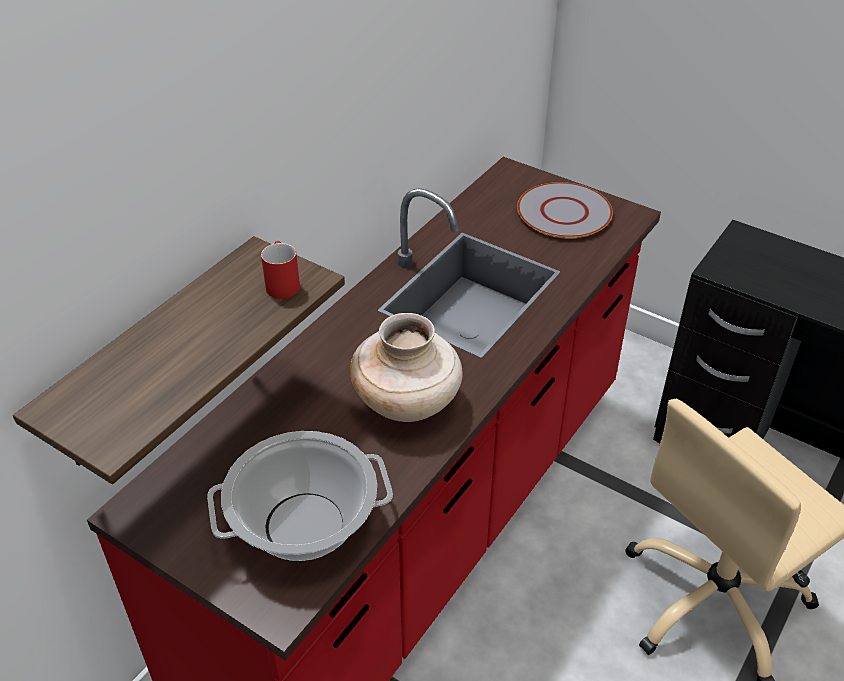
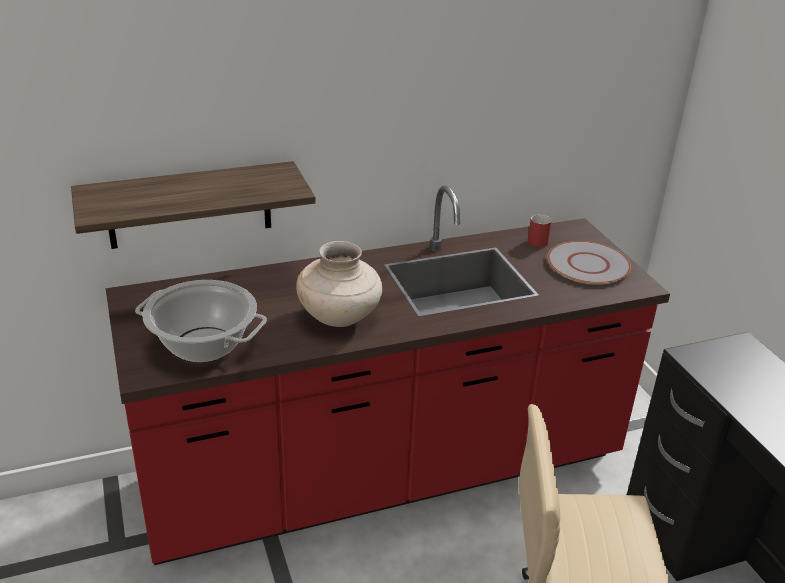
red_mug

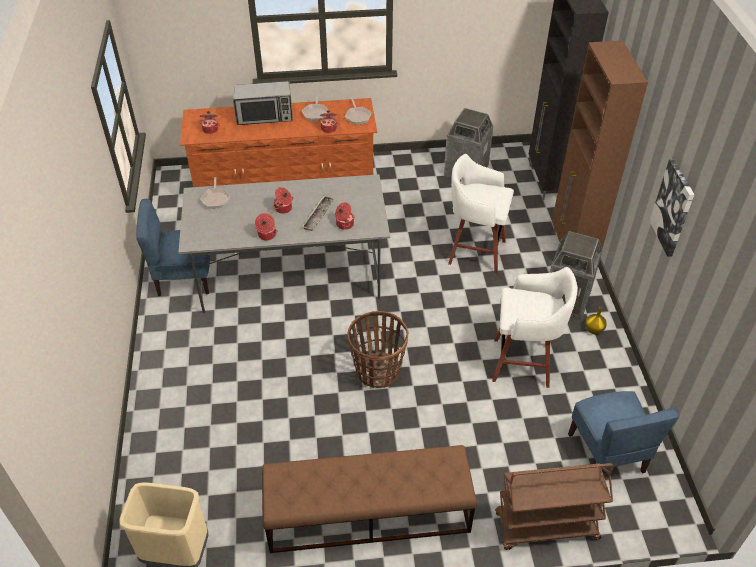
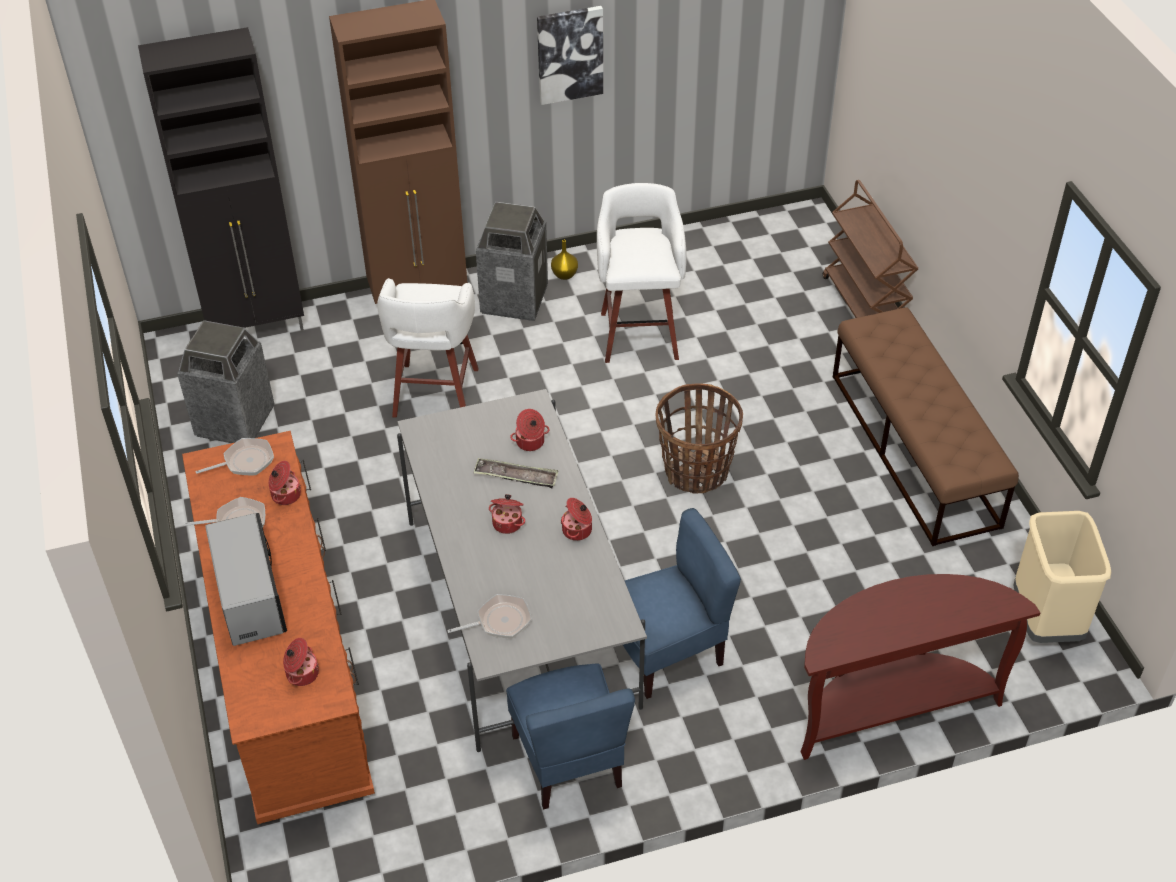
brown_console_table; blue_chair (2nd from left)

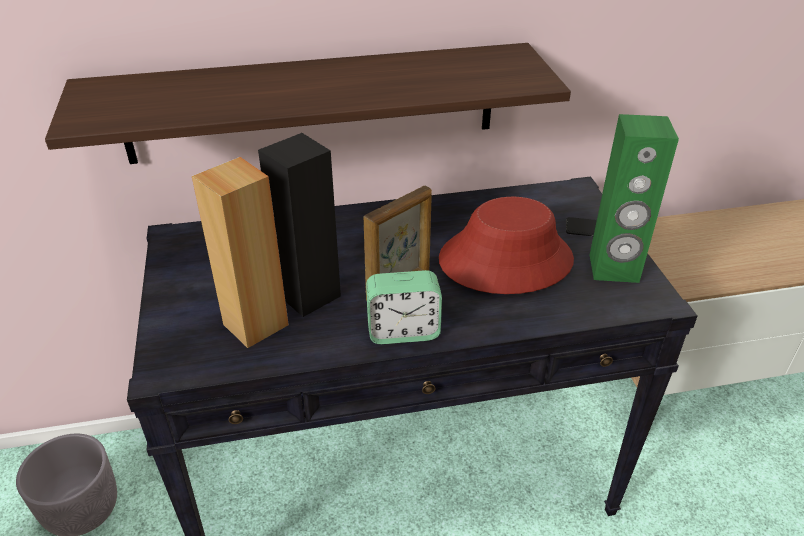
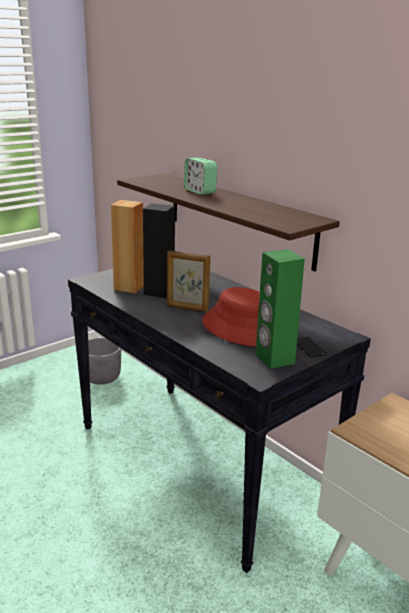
alarm_clock

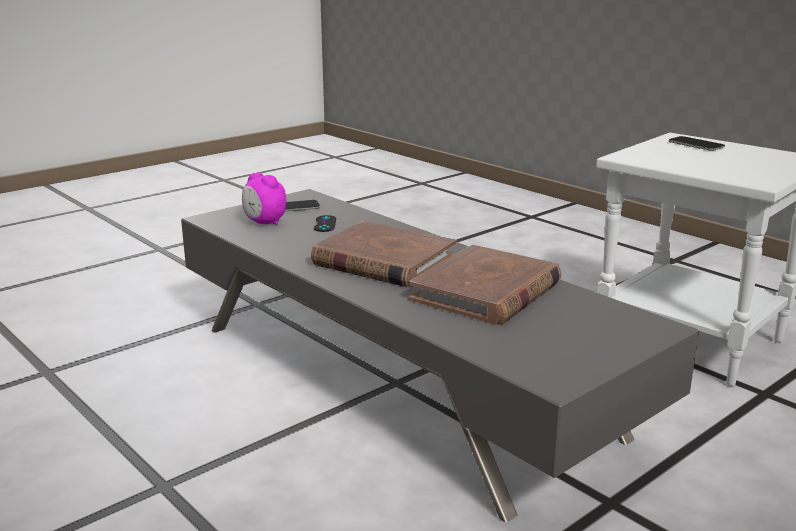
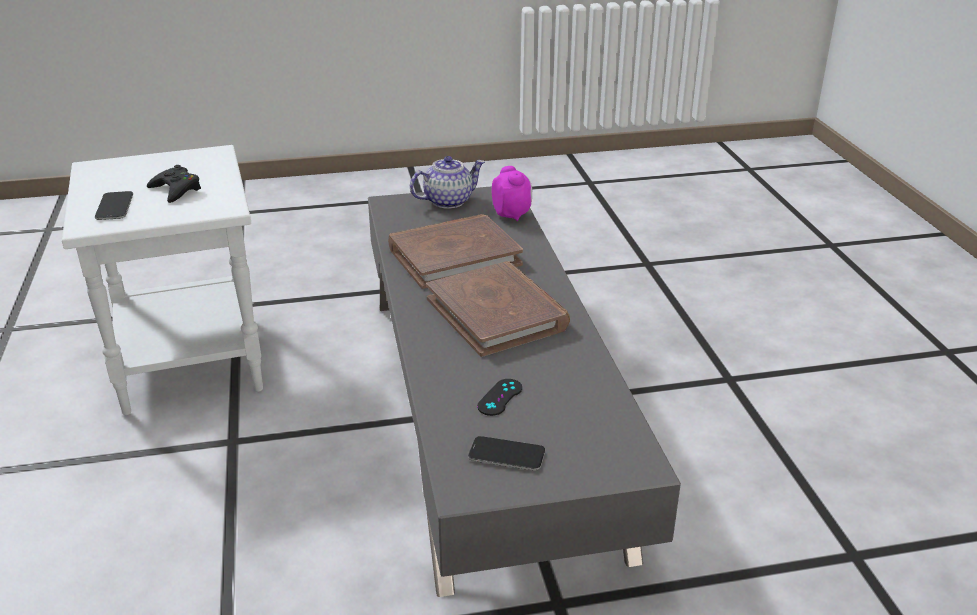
black_game_controller (1st from left); teapot; alarm_clock

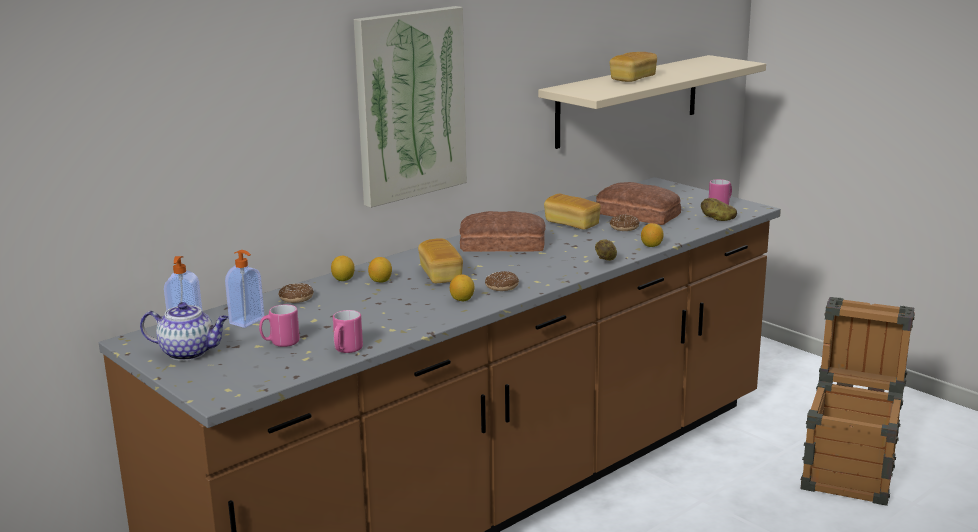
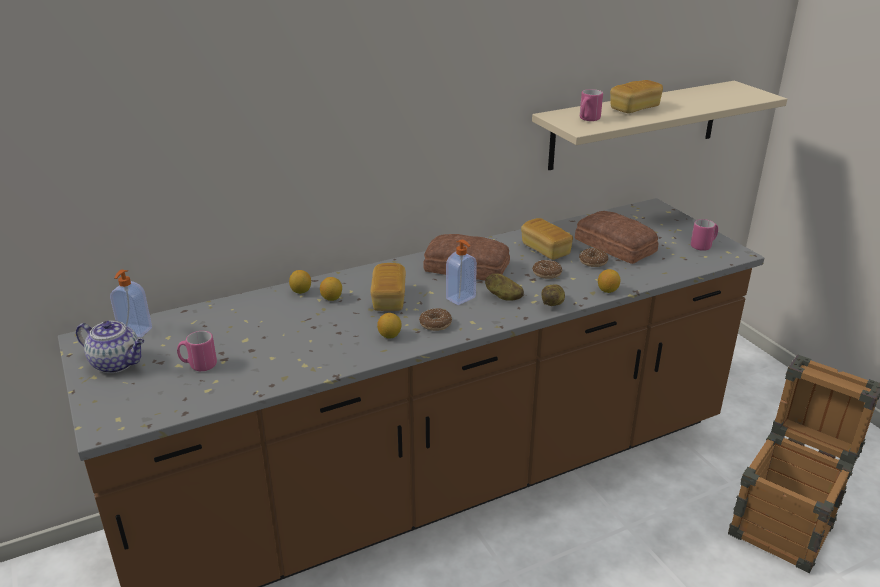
picture; soap_dispenser (2nd from left); donut (2nd from left); pink_mug (2nd from left); potato (1st from left)

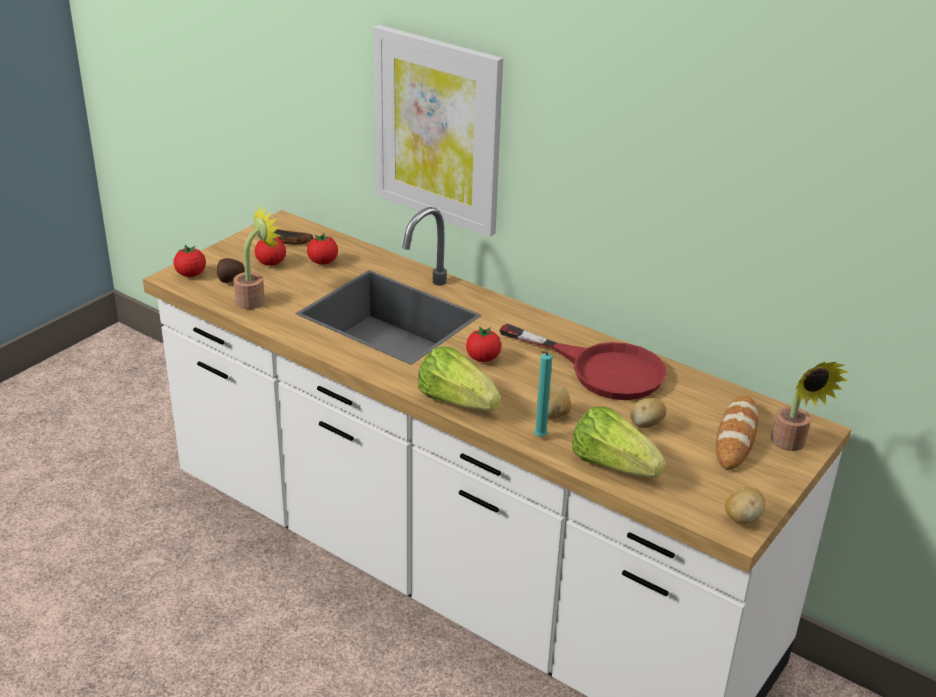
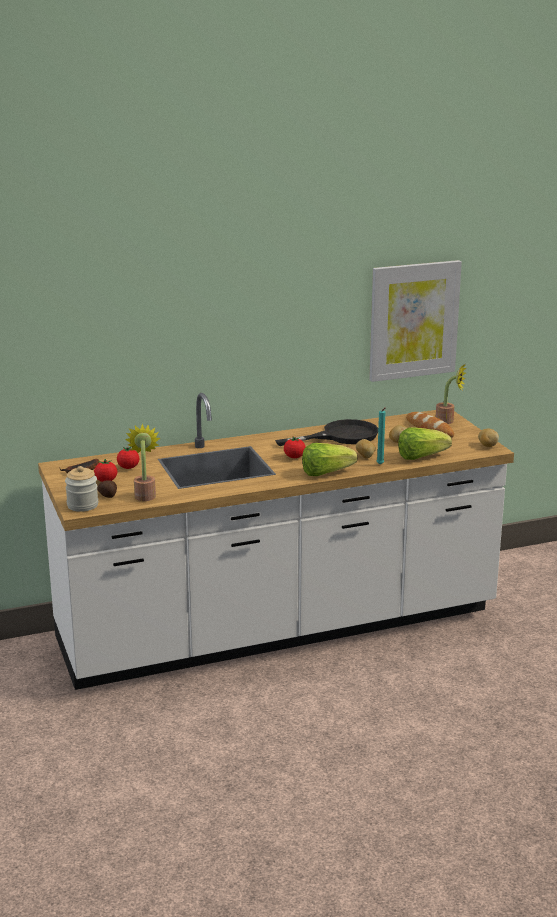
picture; jar; black_frying_pan

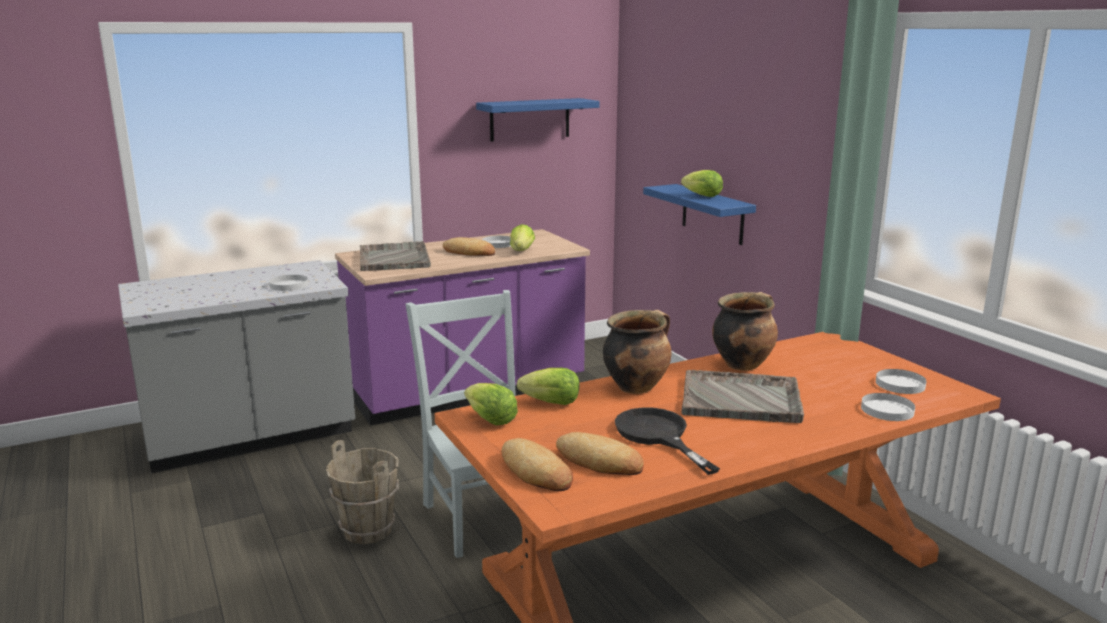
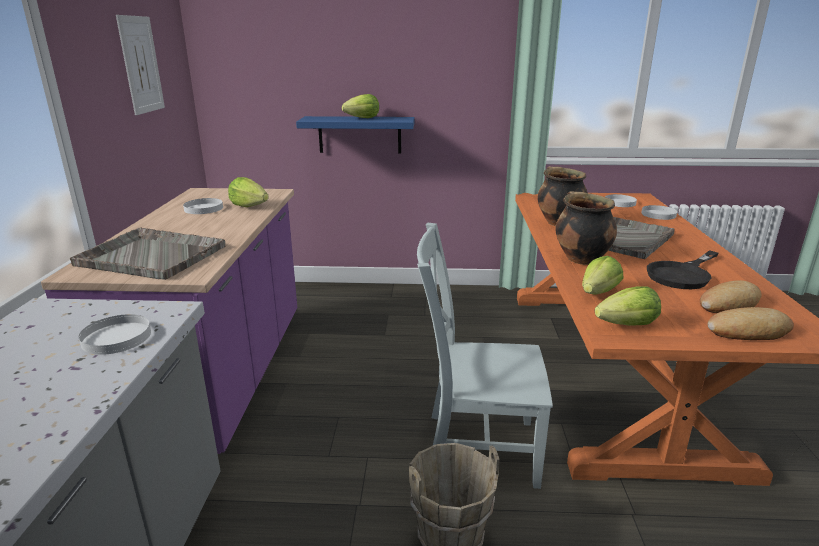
bread (1st from left in the first image); picture; black_frying_pan

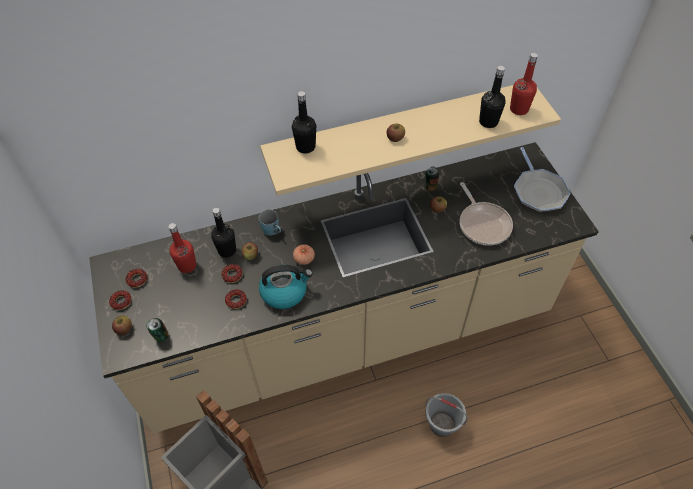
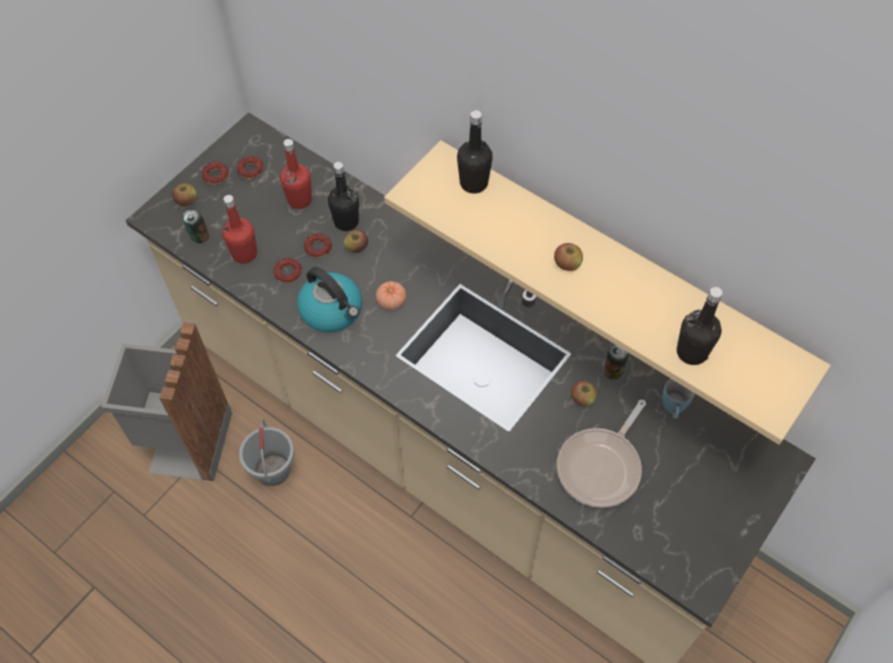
frying_pan (2nd from left in the first image); blue_mug; grey_bucket; red_bottle (1st from left)

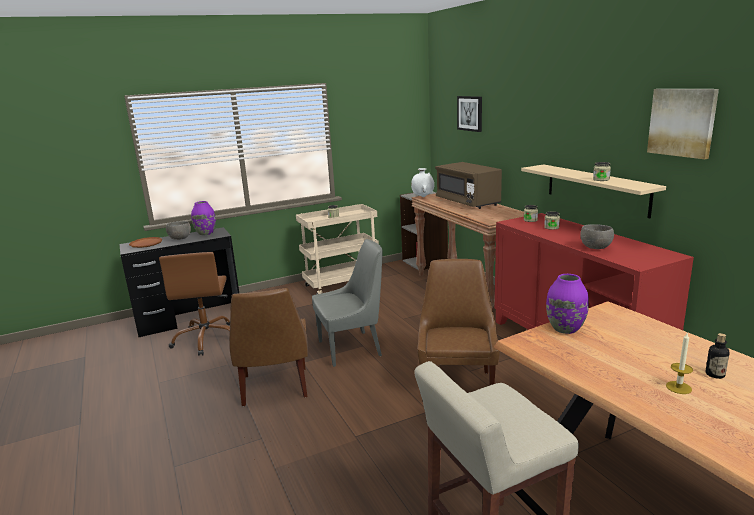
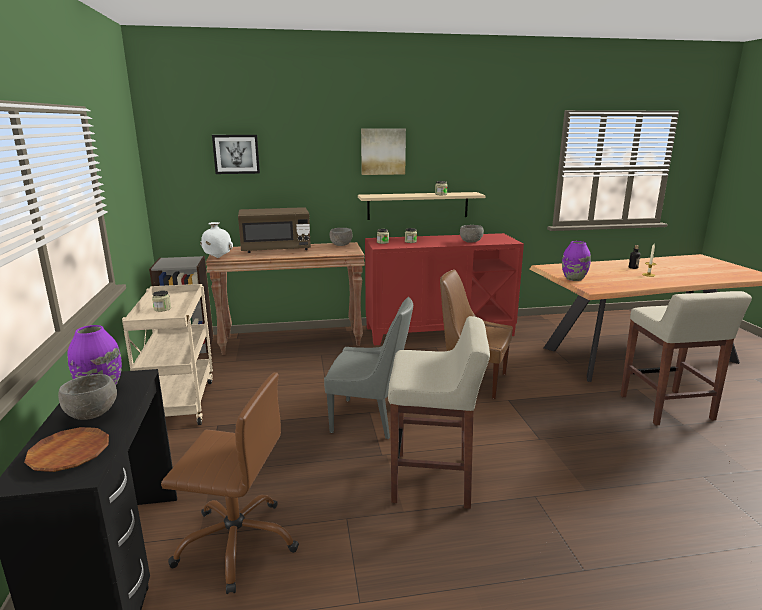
grey_bowl (2nd from left); picture (2nd from left); beige_stool (1st from left); grey_chair

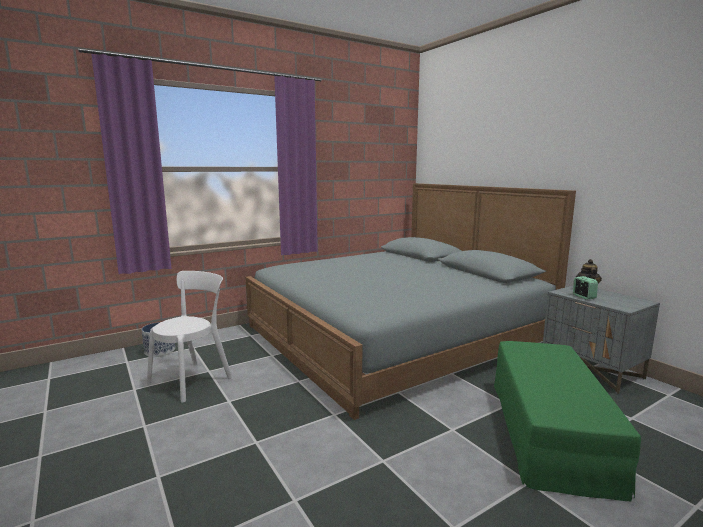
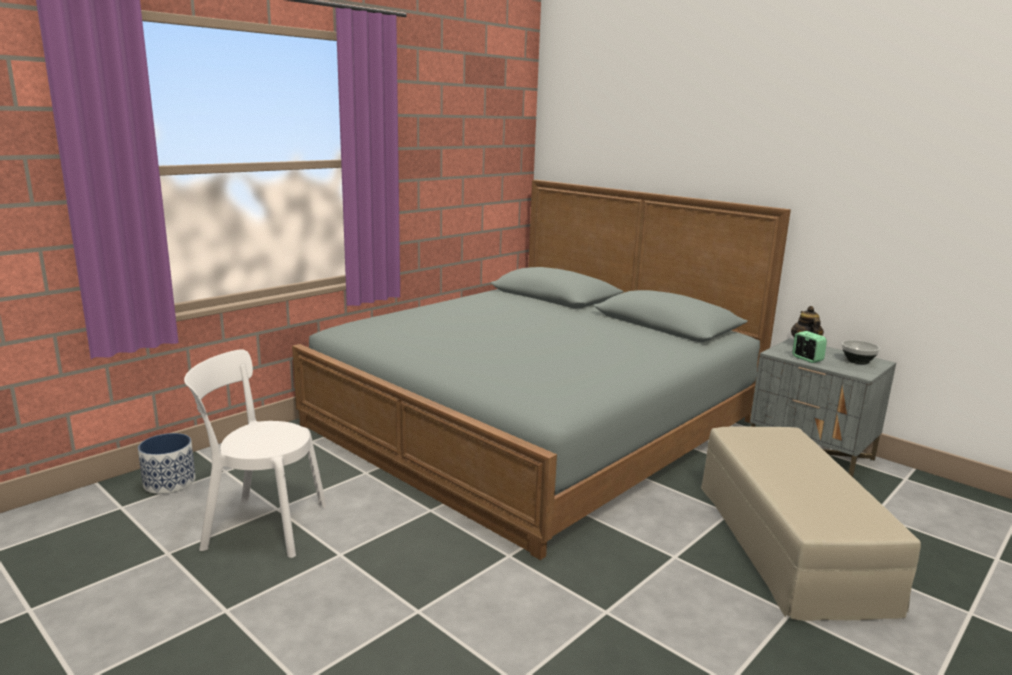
bowl; beige_ottoman; white_chair

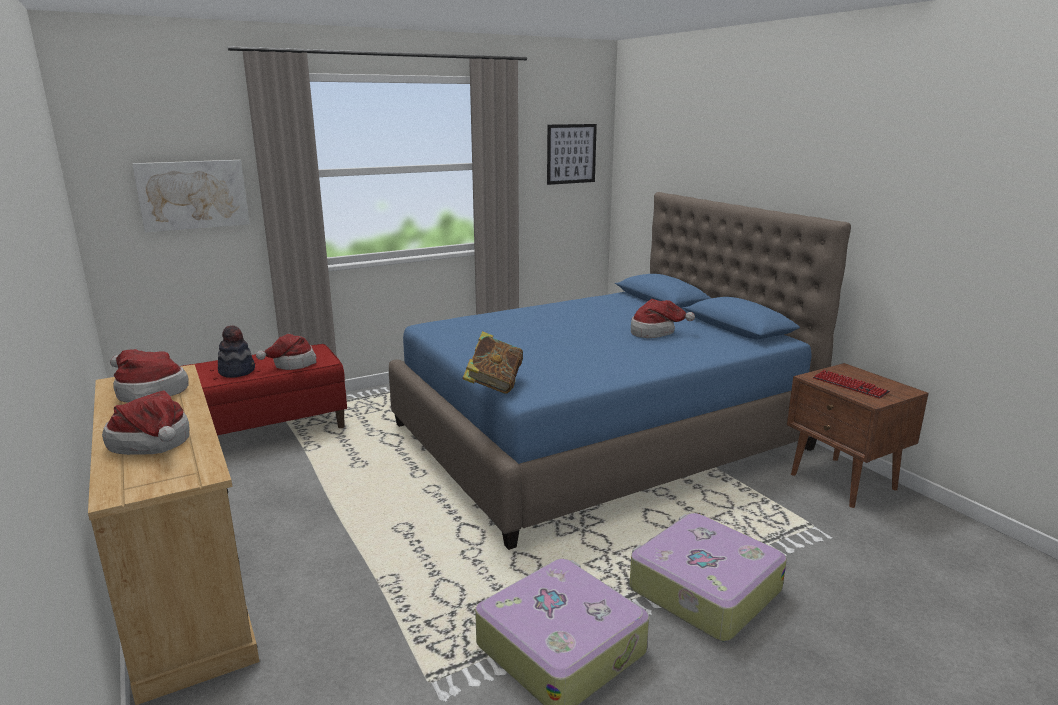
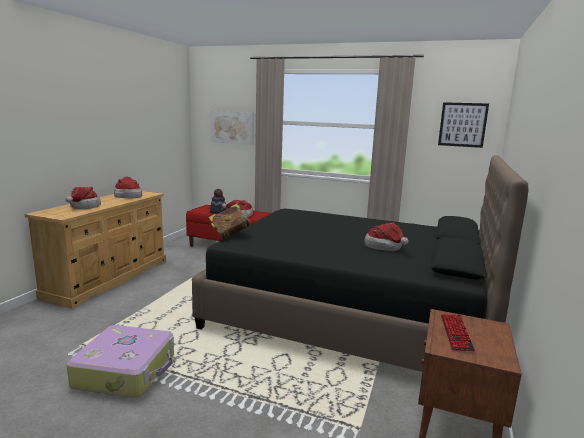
suitcase (2nd from left in the first image); black_bed

